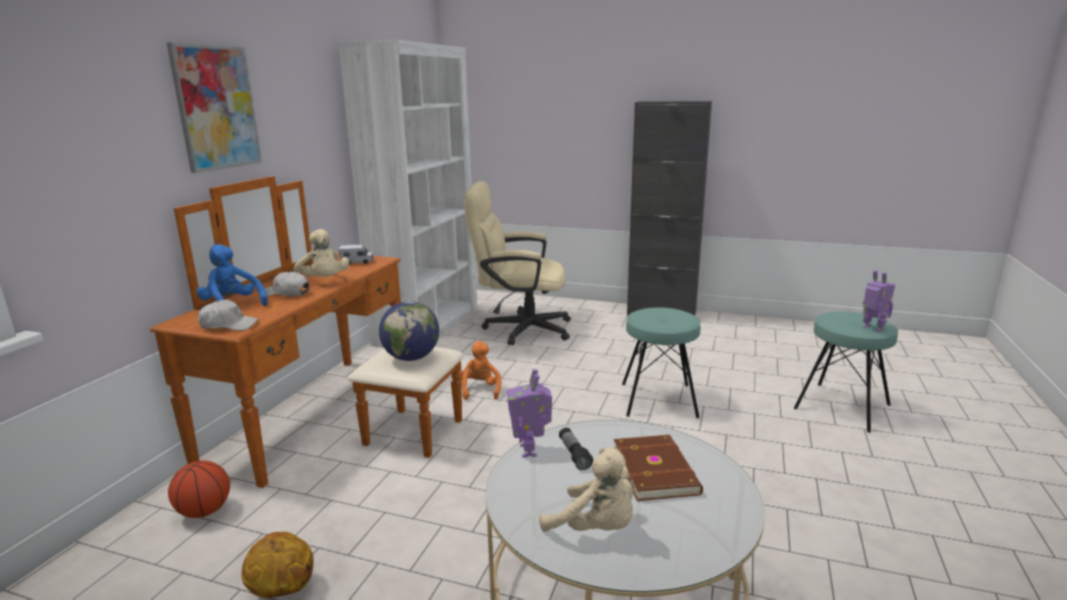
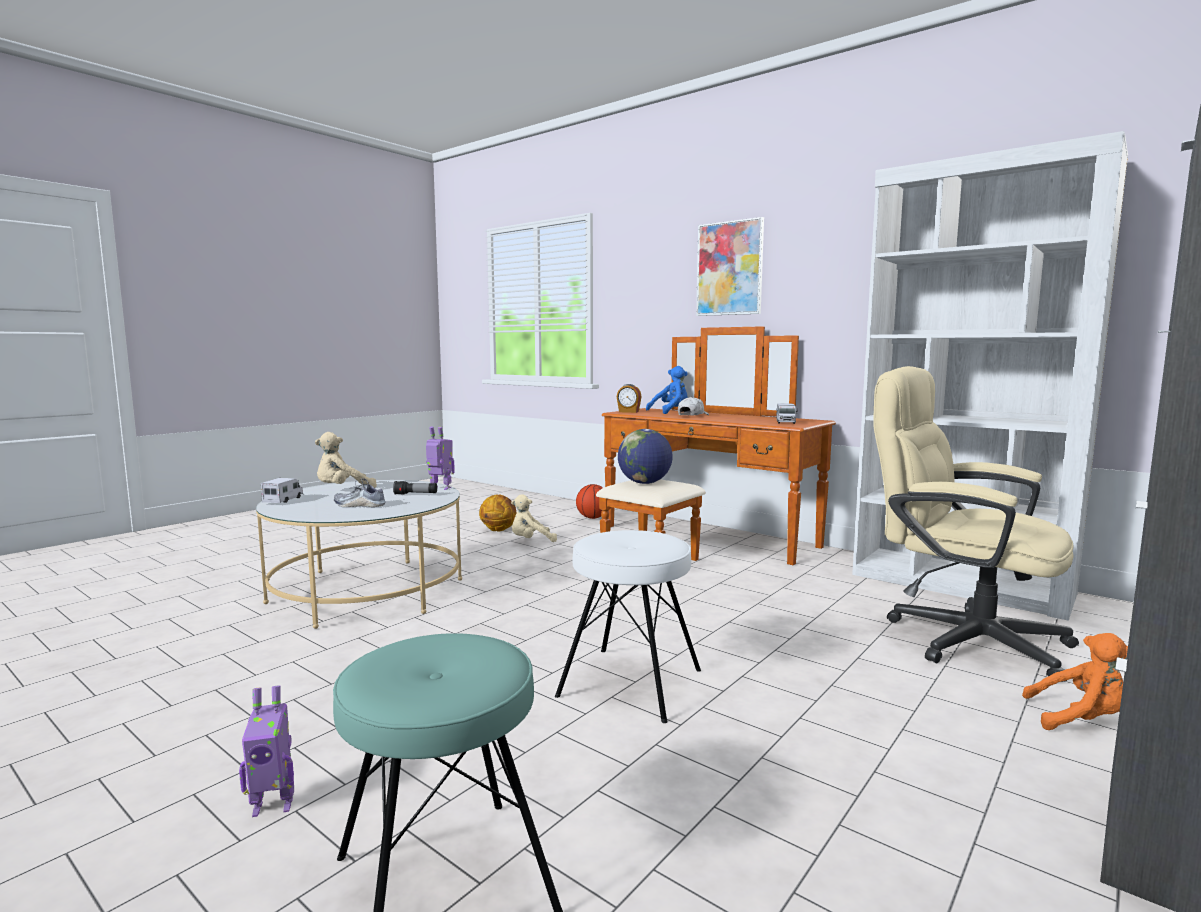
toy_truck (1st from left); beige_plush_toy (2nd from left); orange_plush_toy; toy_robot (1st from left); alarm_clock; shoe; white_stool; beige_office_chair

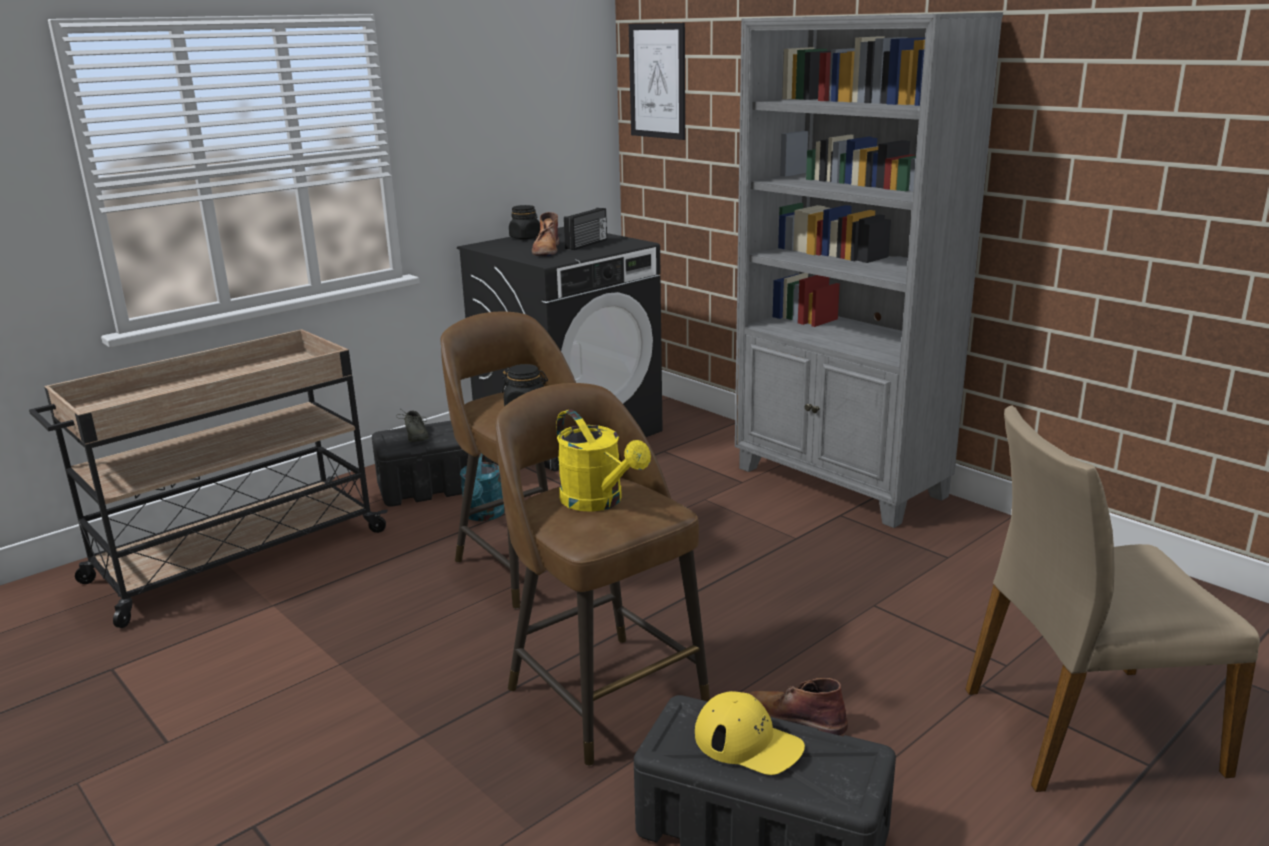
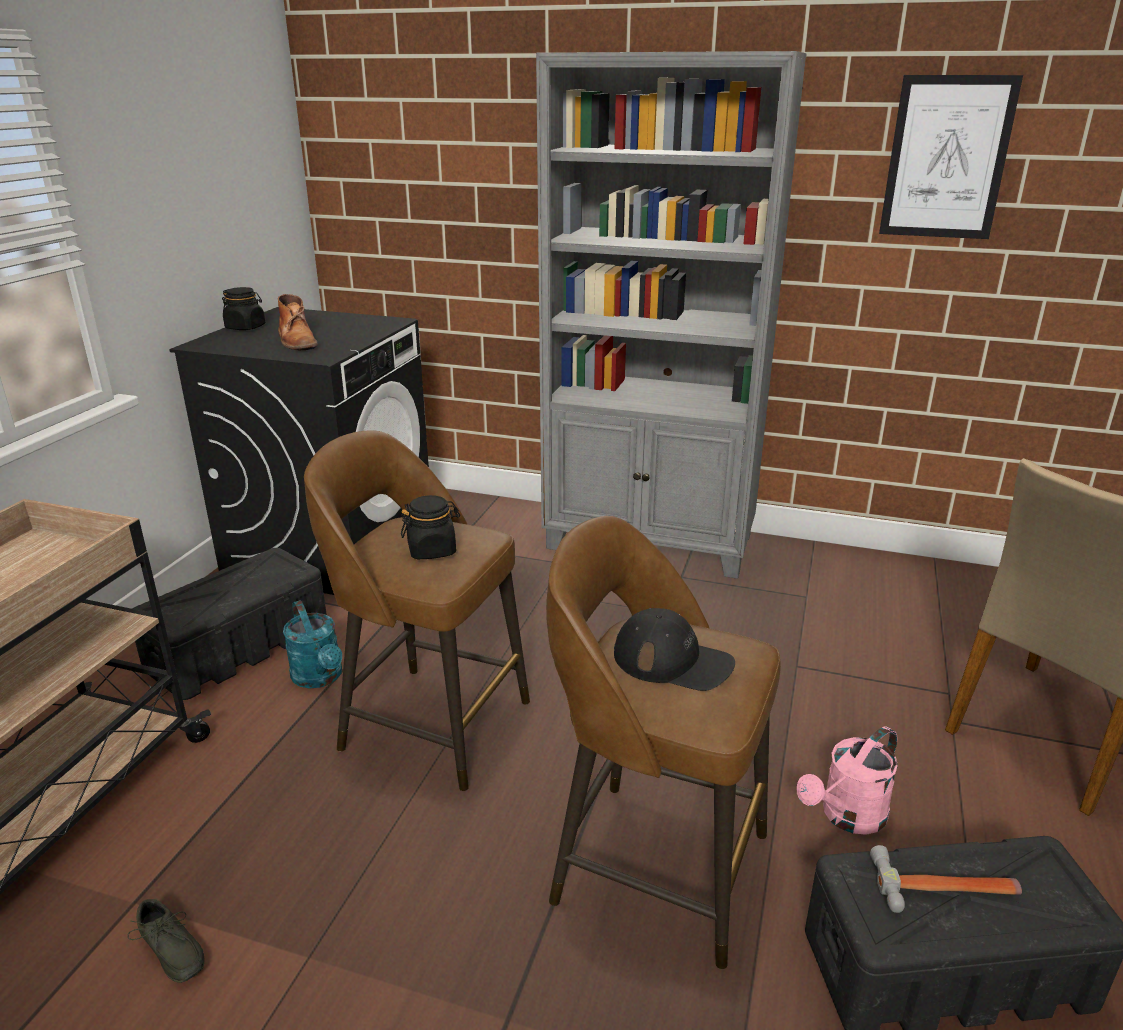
radio; grey_shoe; picture; black_cap; hammer; pink_watering_can

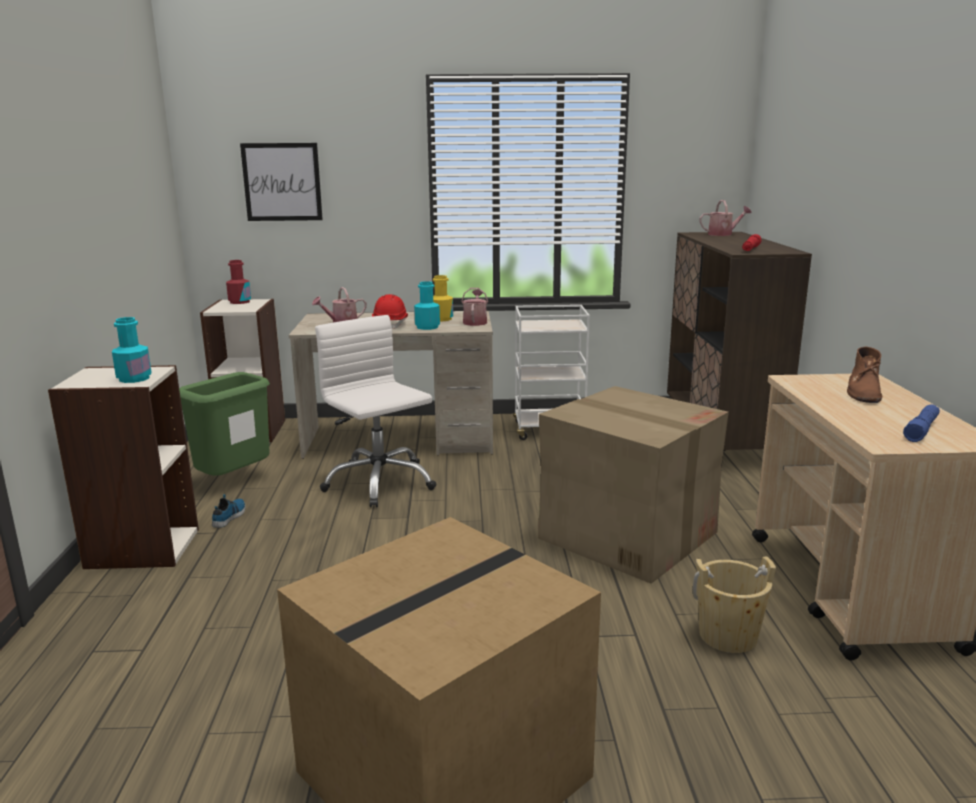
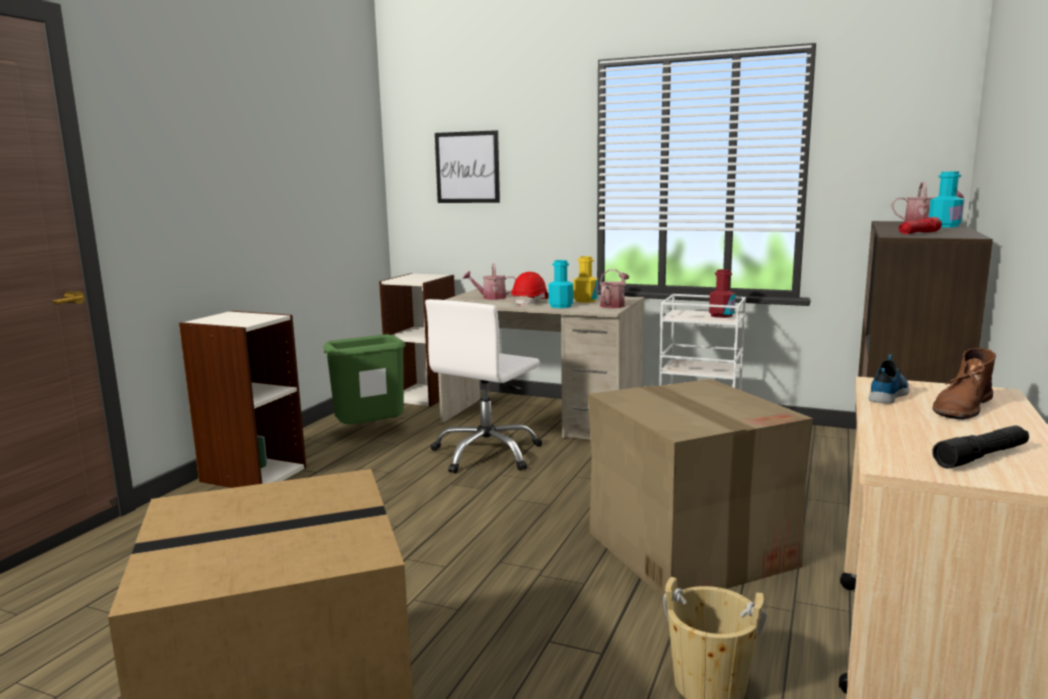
turquoise_bottle (2nd from left); shoe; red_bottle; black_flashlight; white_office_chair

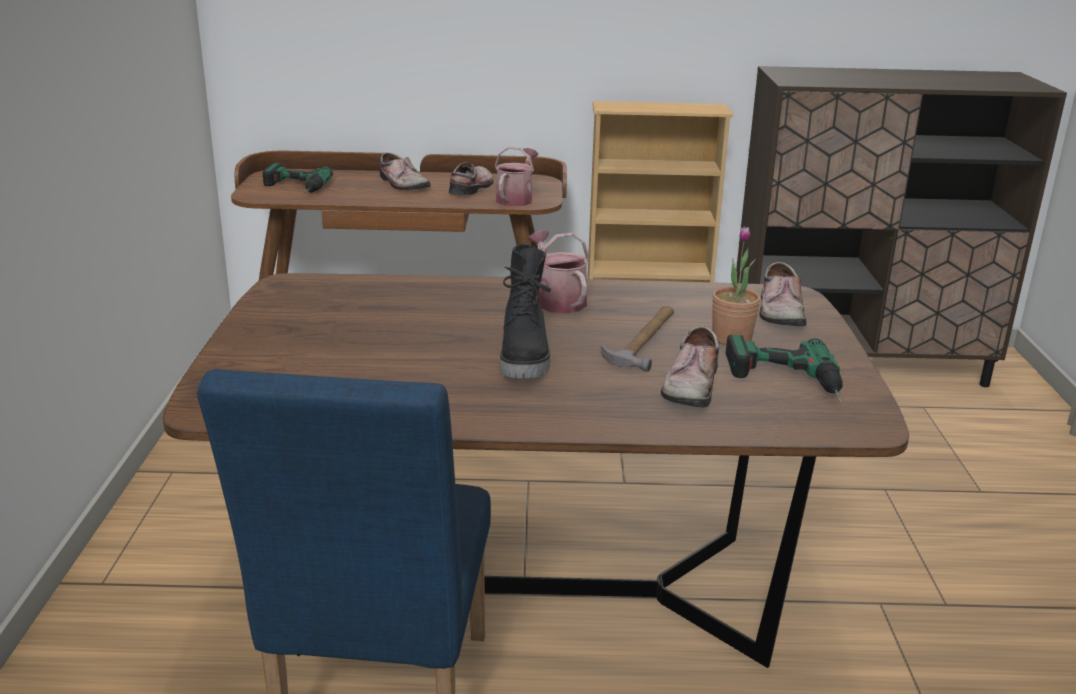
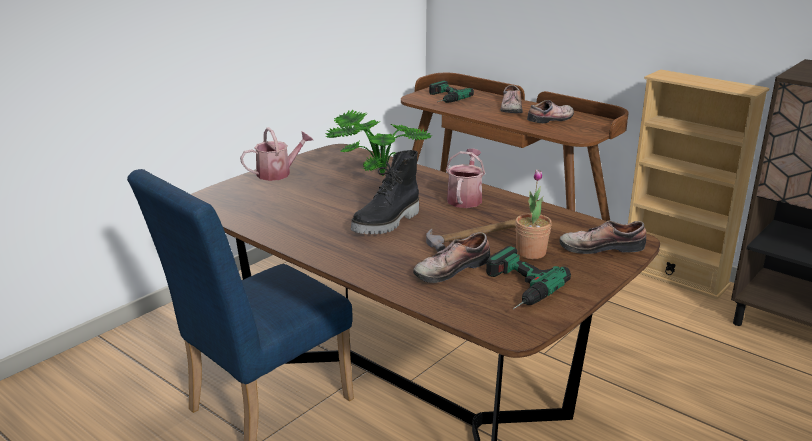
potted_plant (1st from left); watering_can (1st from left); shoe (4th from left)

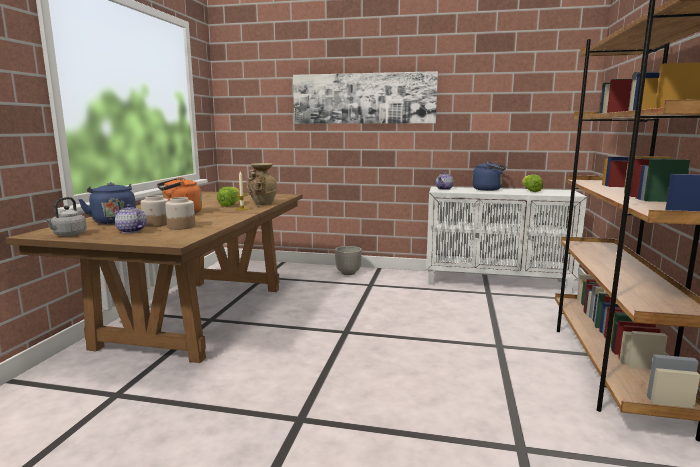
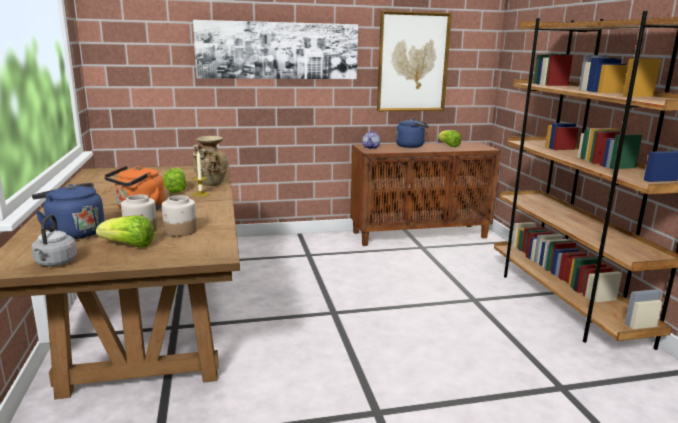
planter; picture (2nd from left); lettuce (1st from left); brown_cabinet

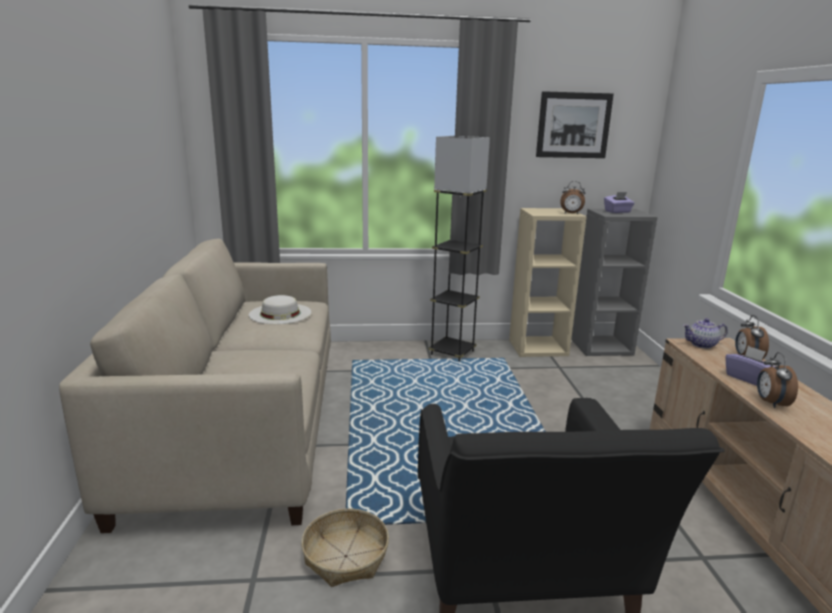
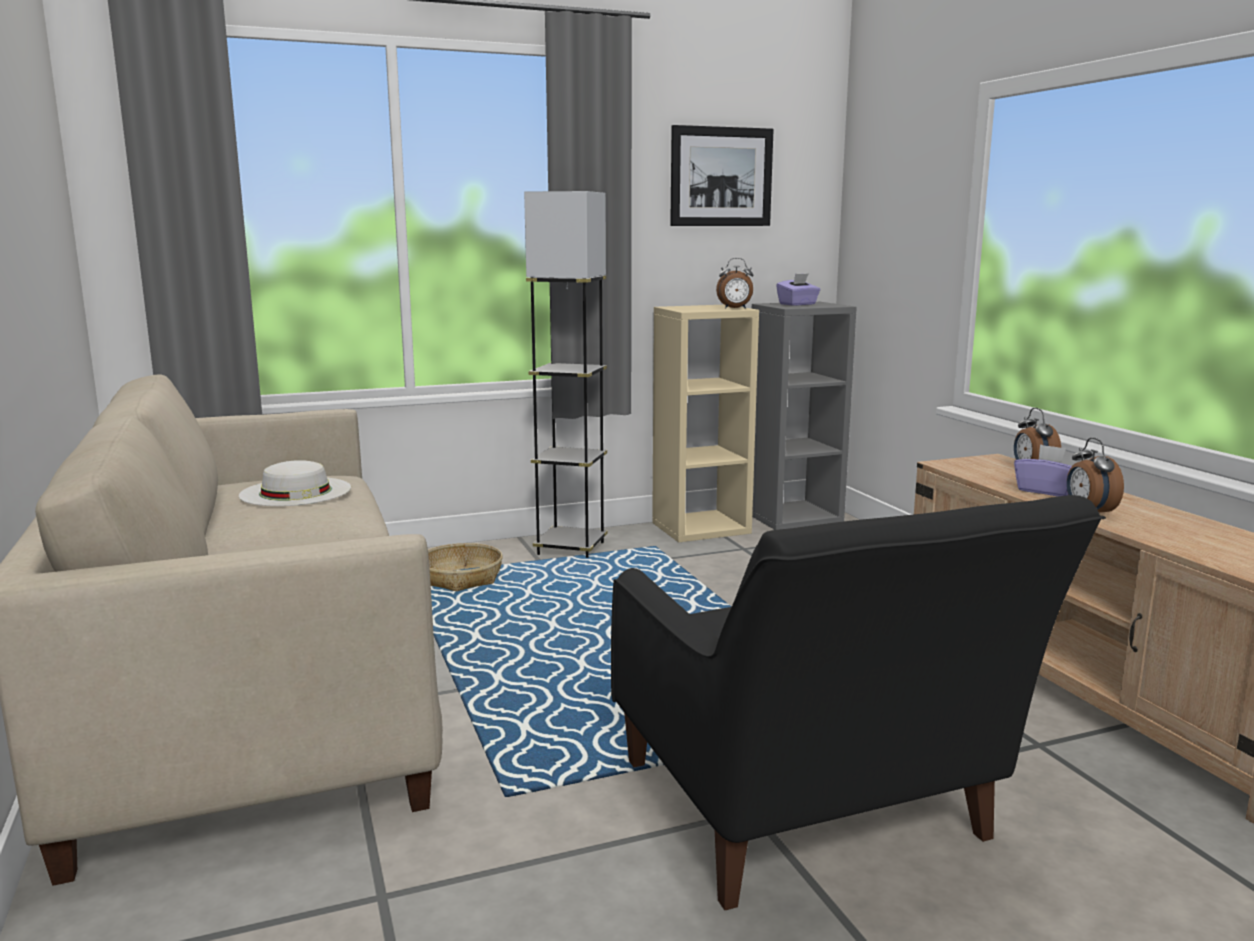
teapot; basket

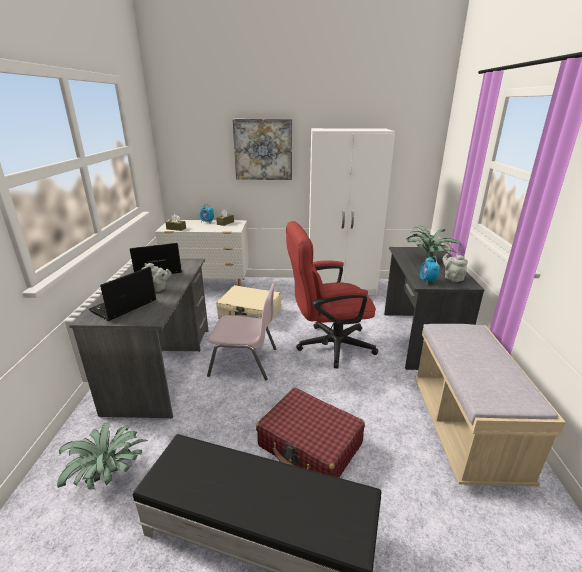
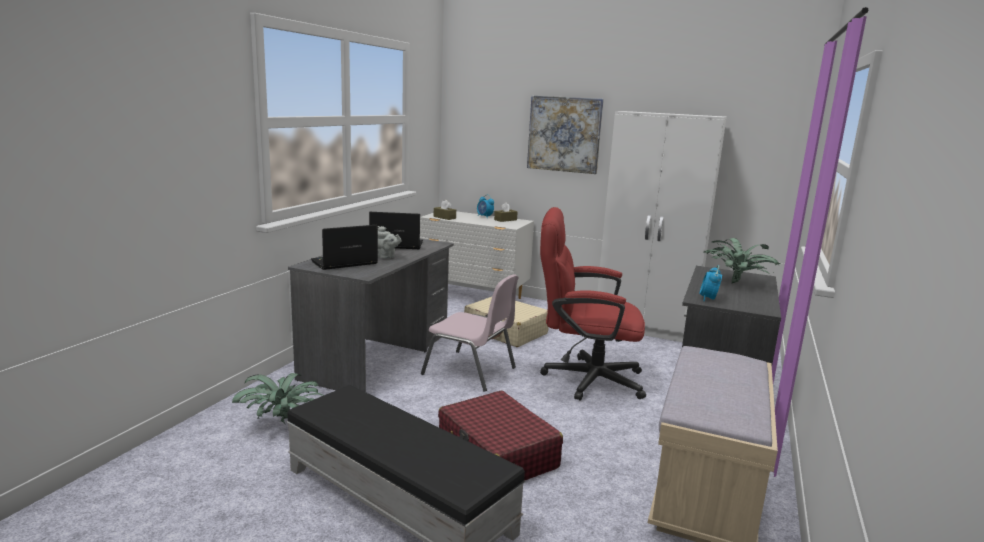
grey_teapot (2nd from left in the first image)

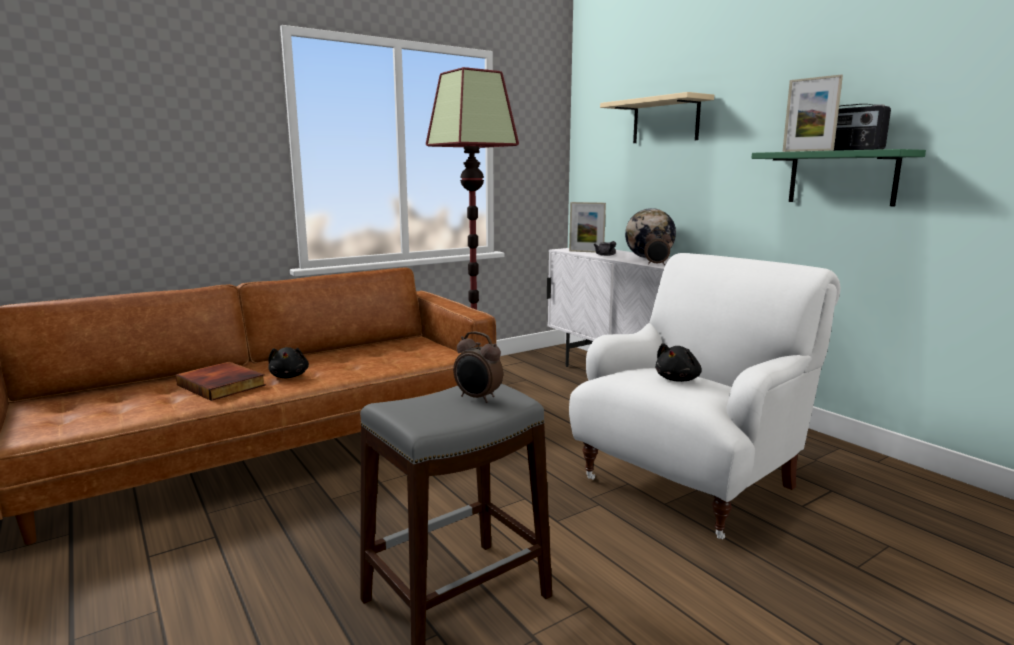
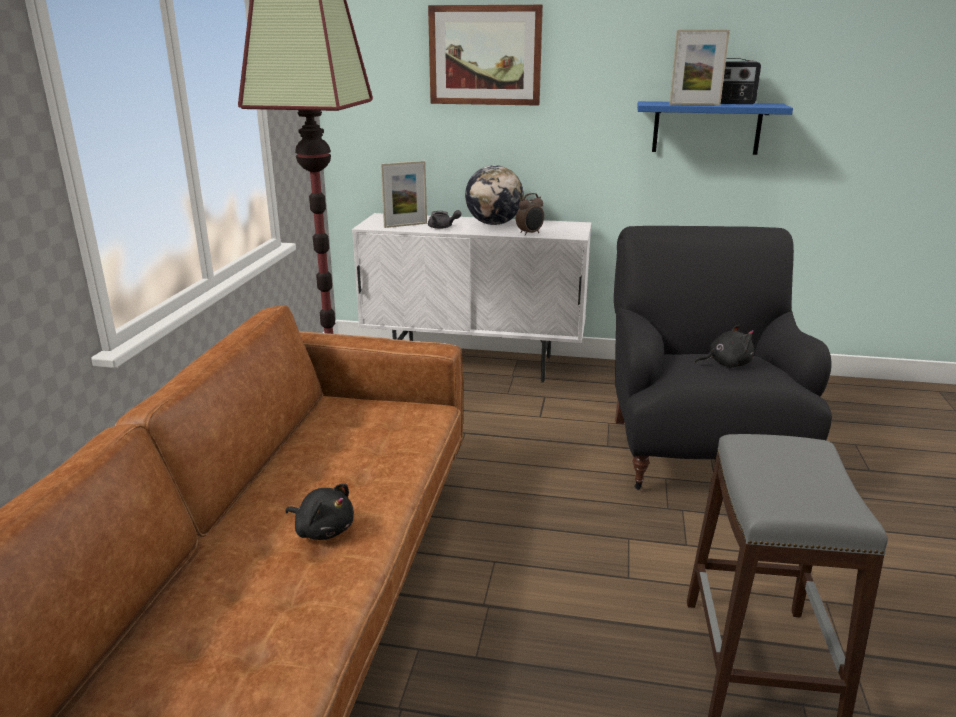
book; alarm_clock (1st from left in the first image); picture; black_armchair; blue_shelf; black_plush_toy (2nd from left)

